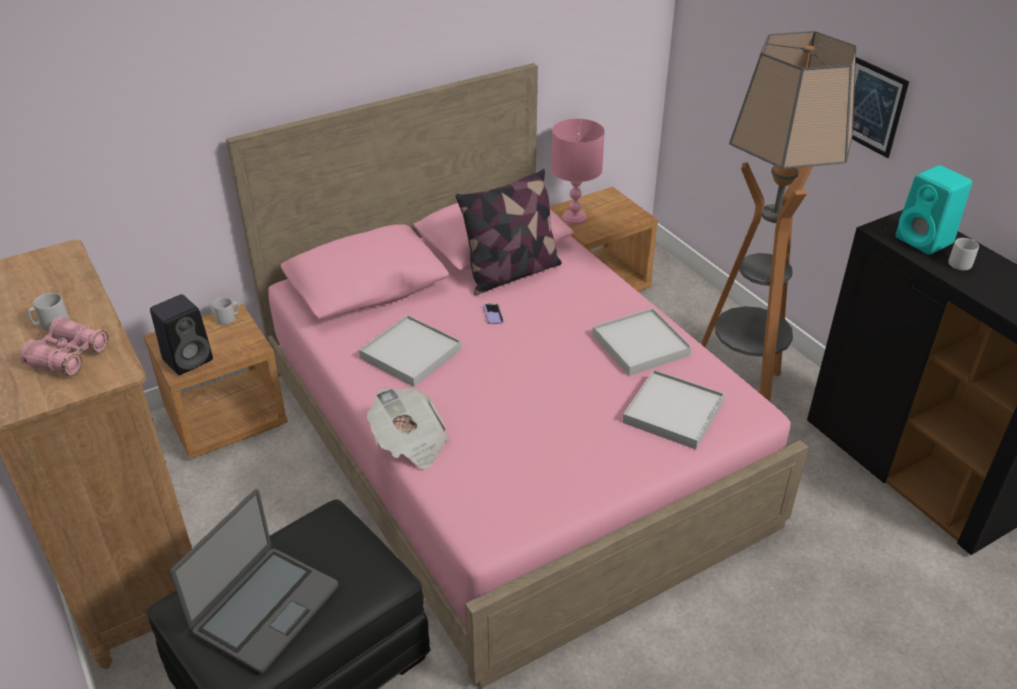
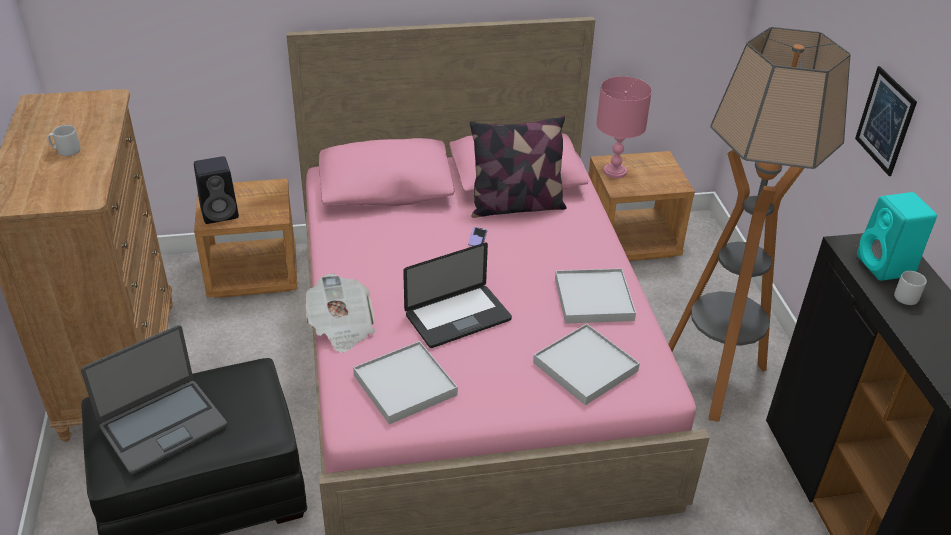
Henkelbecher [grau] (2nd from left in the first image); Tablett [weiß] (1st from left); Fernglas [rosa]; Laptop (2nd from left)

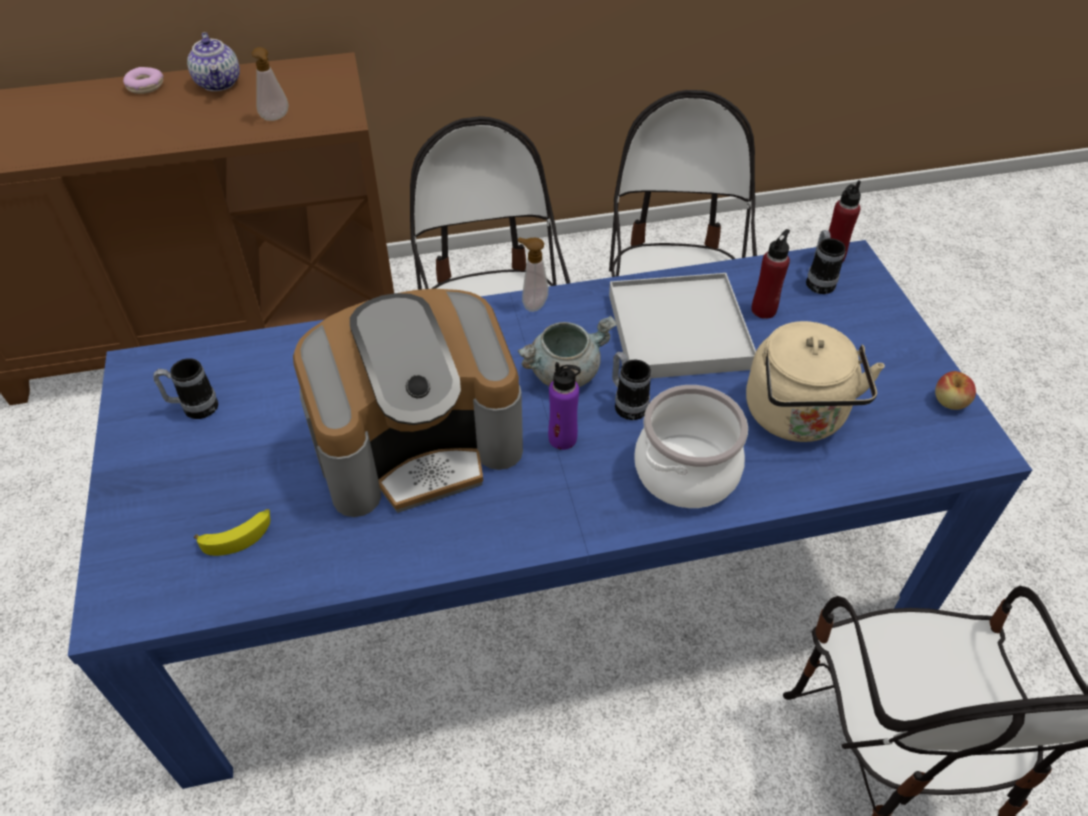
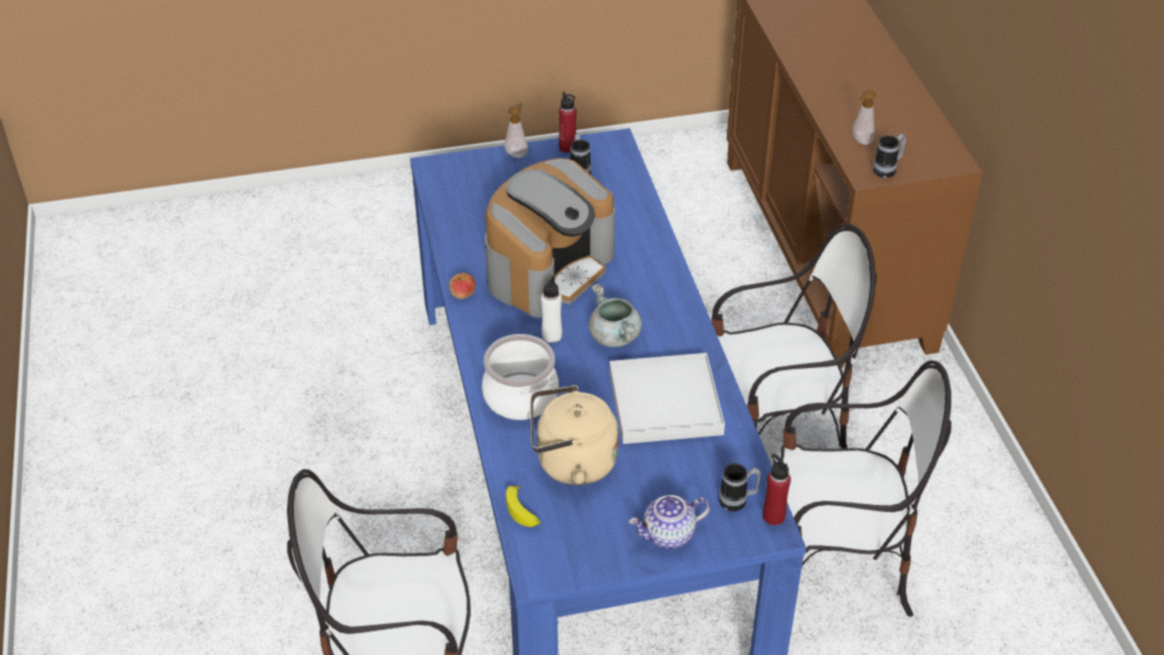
Teekanne; Donut; Flasche [rot] (1st from left); Seifenspender (1st from left); Kaffeemaschine; Henkelbecher (3rd from left); Flasche [weiß]; Apfel; Banane

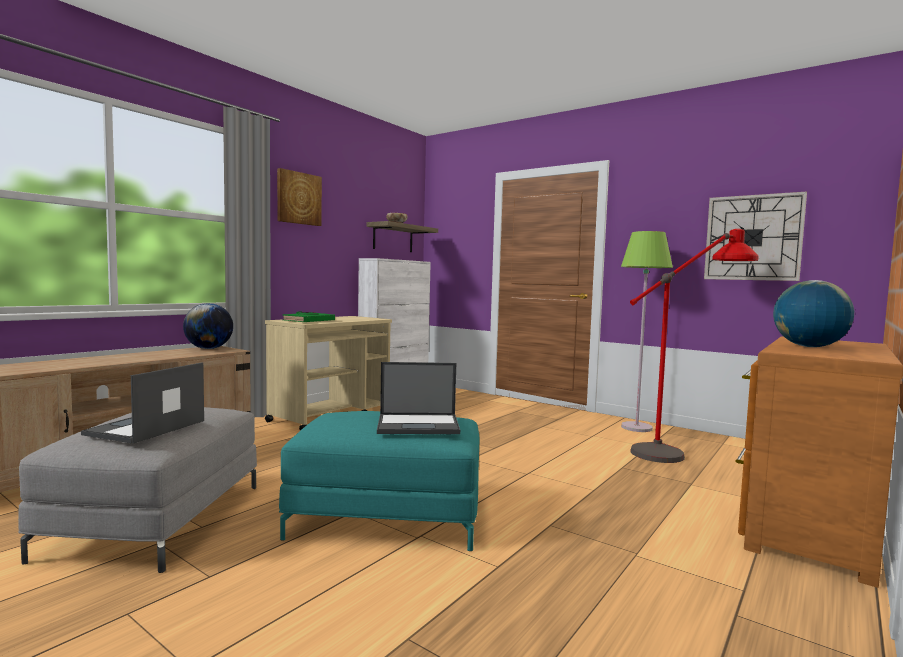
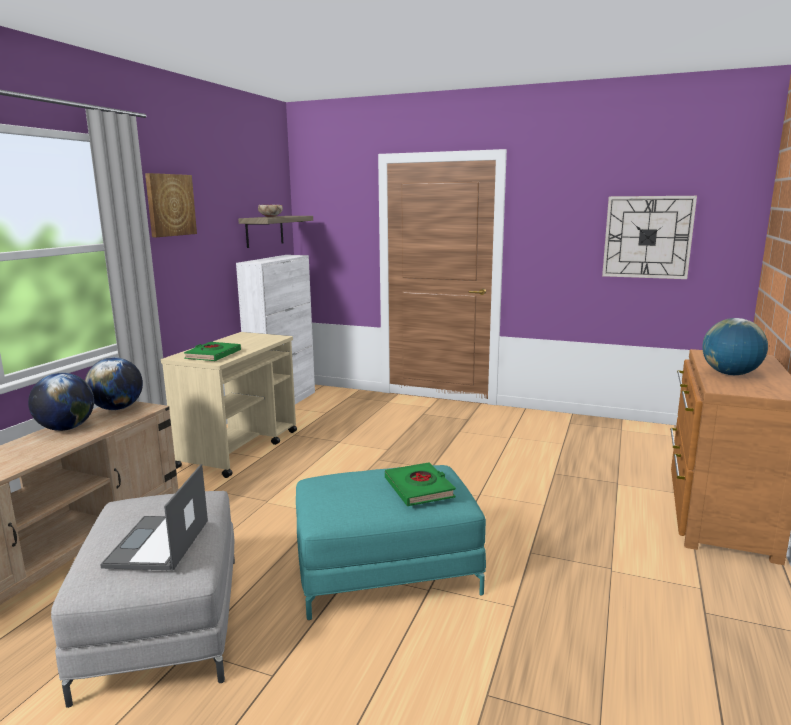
Stehlampe [rot]; Stehlampe [grün]; Buch [grün] (2nd from left); Globus (1st from left)

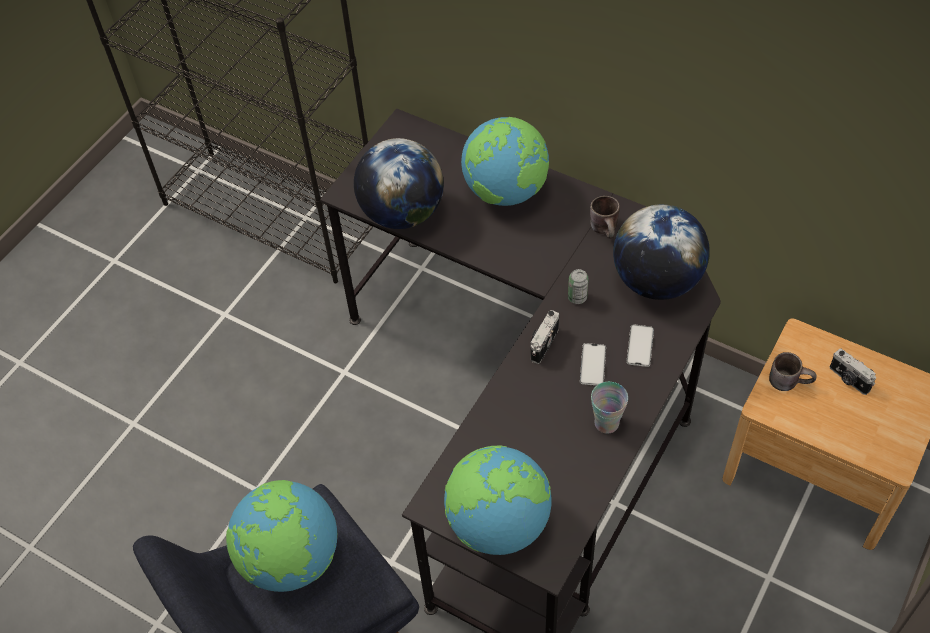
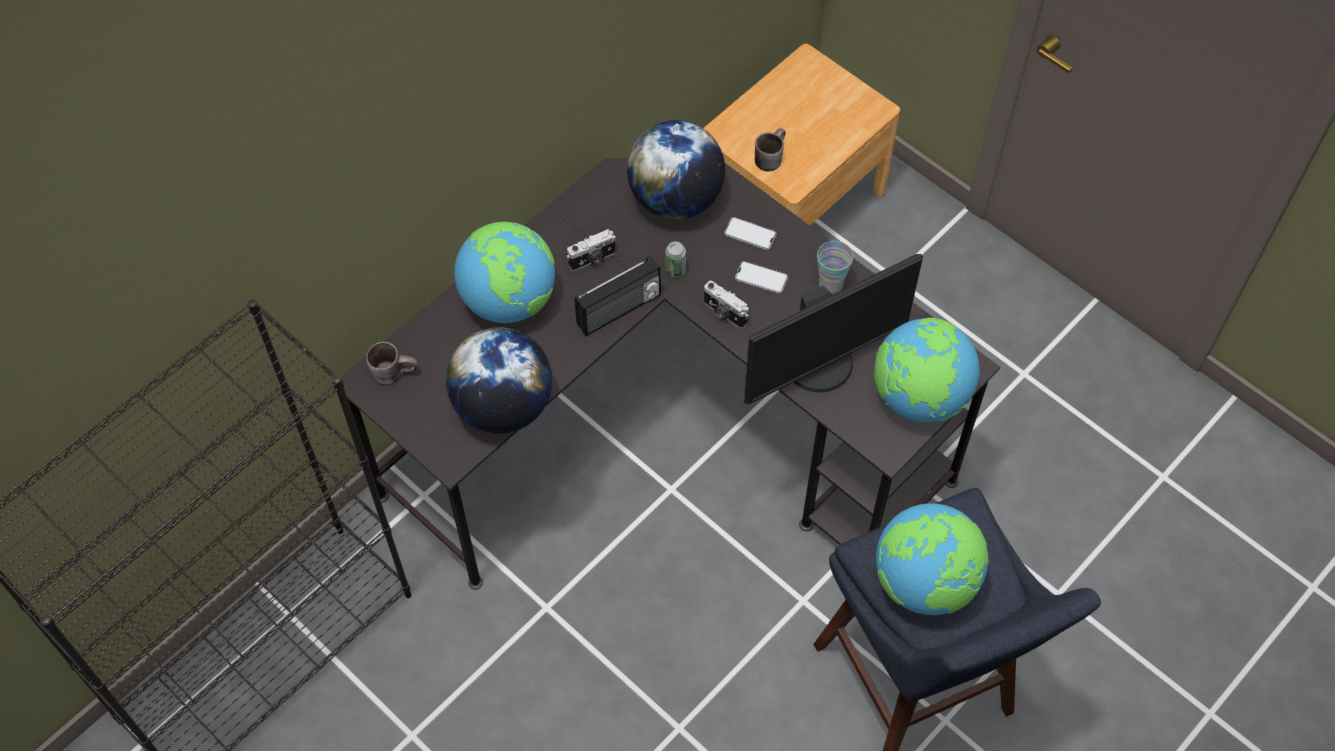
Henkelbecher [braun] (1st from left); Kamera (1st from left); Monitor; Radio

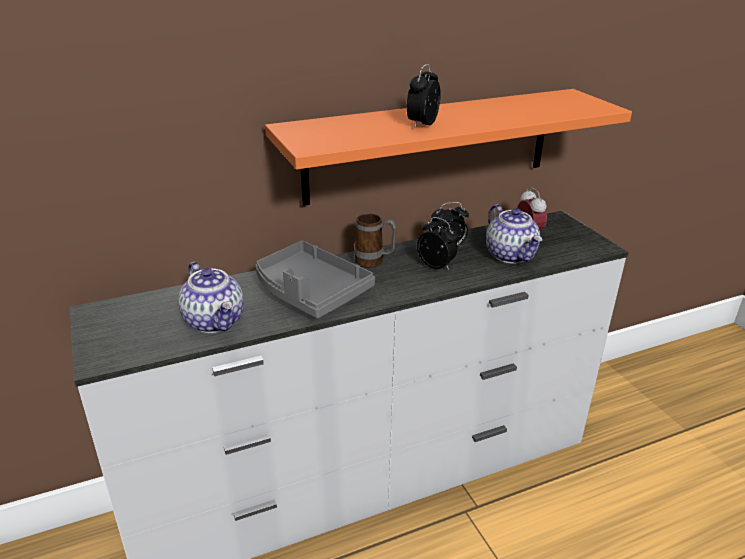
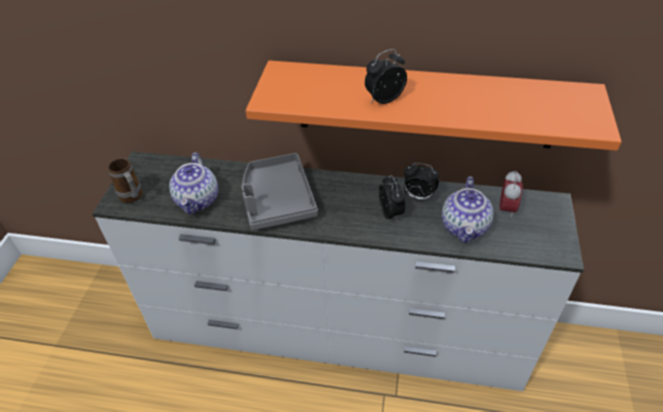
Henkelbecher

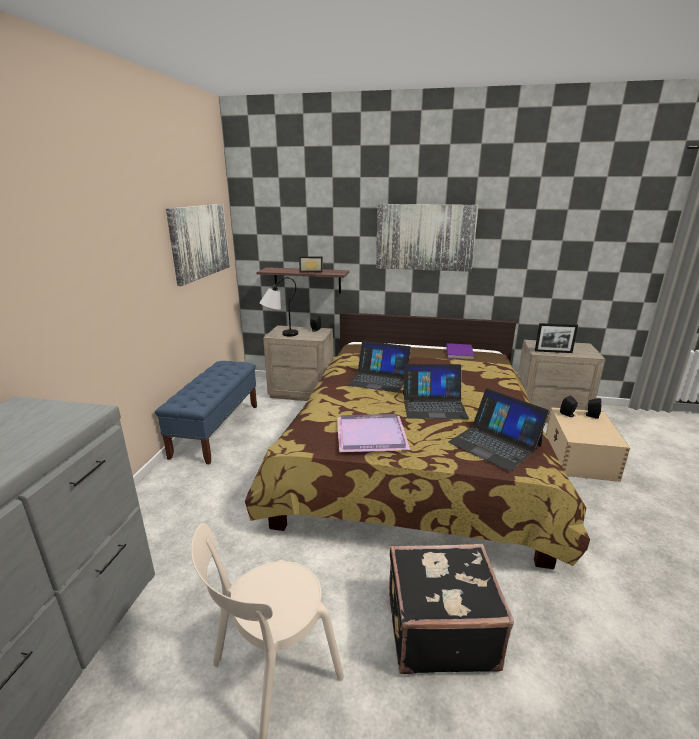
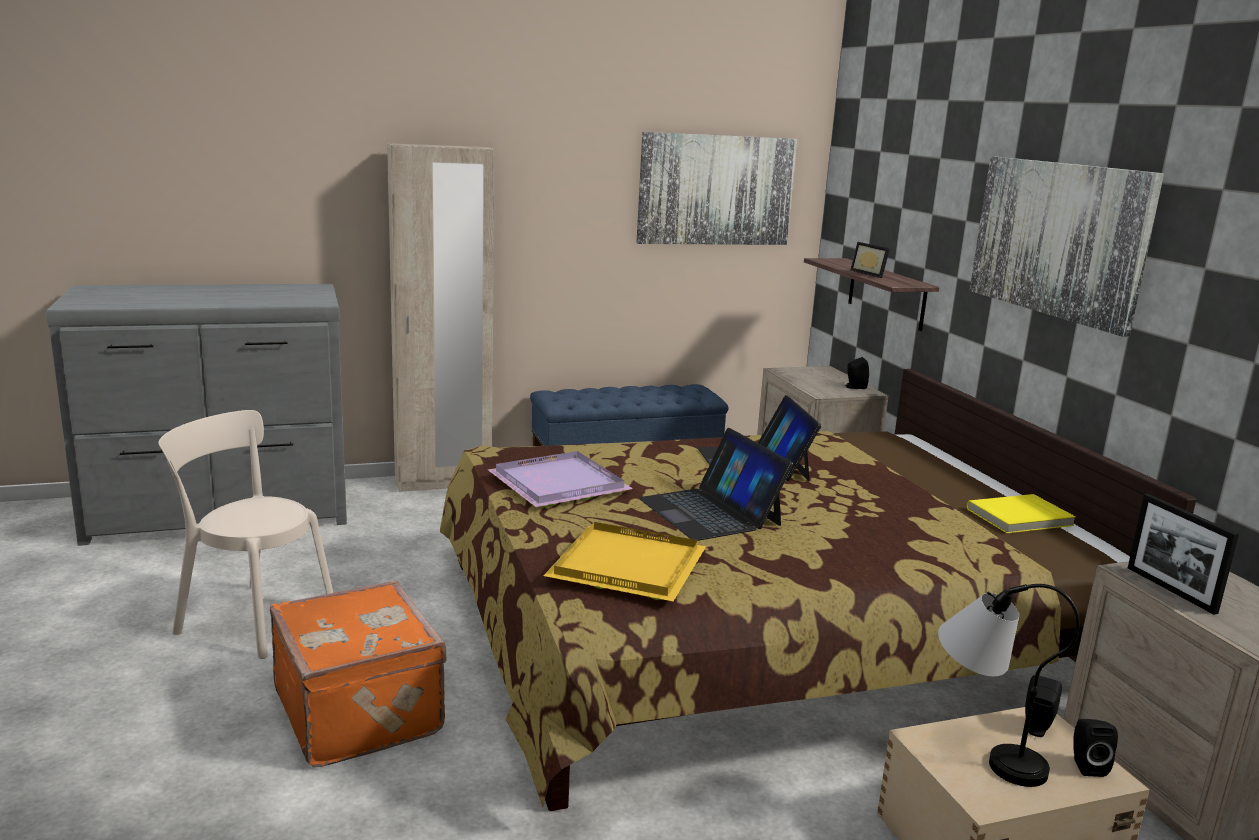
Tischlampe; Buch [gelb]; Tablett [gelb]; Koffer [orange]; Kleiderschrank [beige]

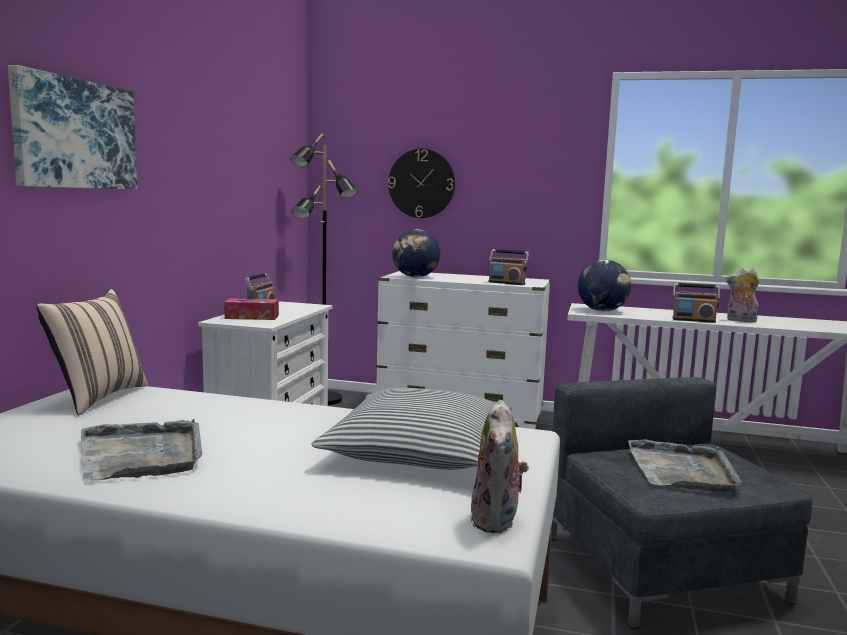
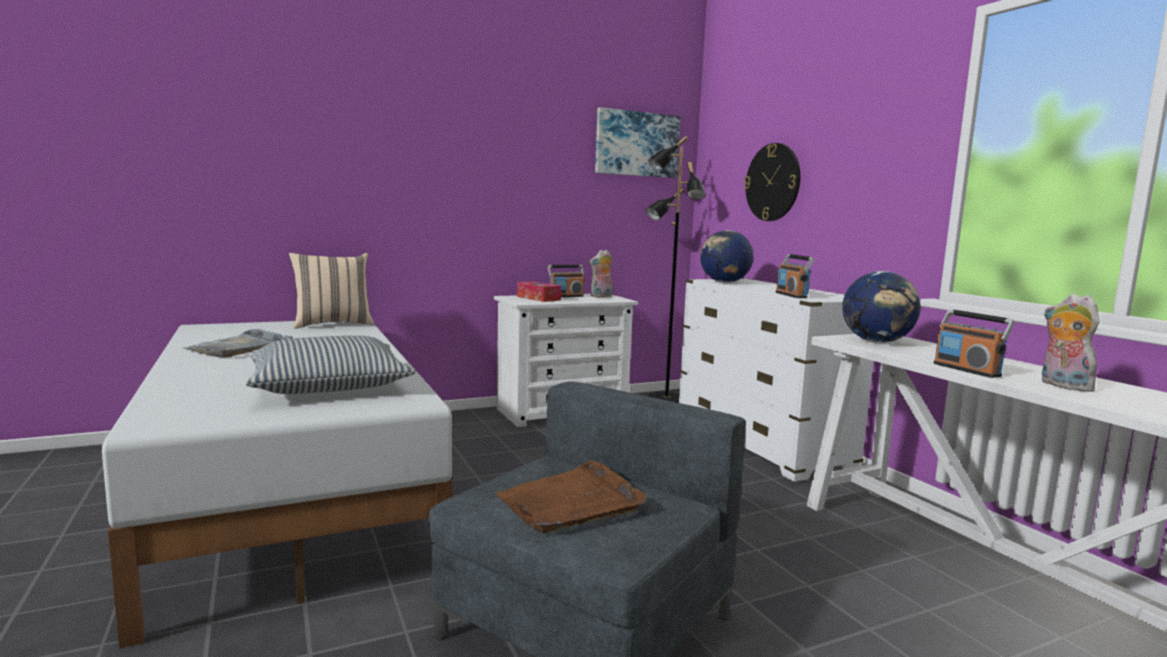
Bild; Plüschtier (1st from left); Tablett [braun]

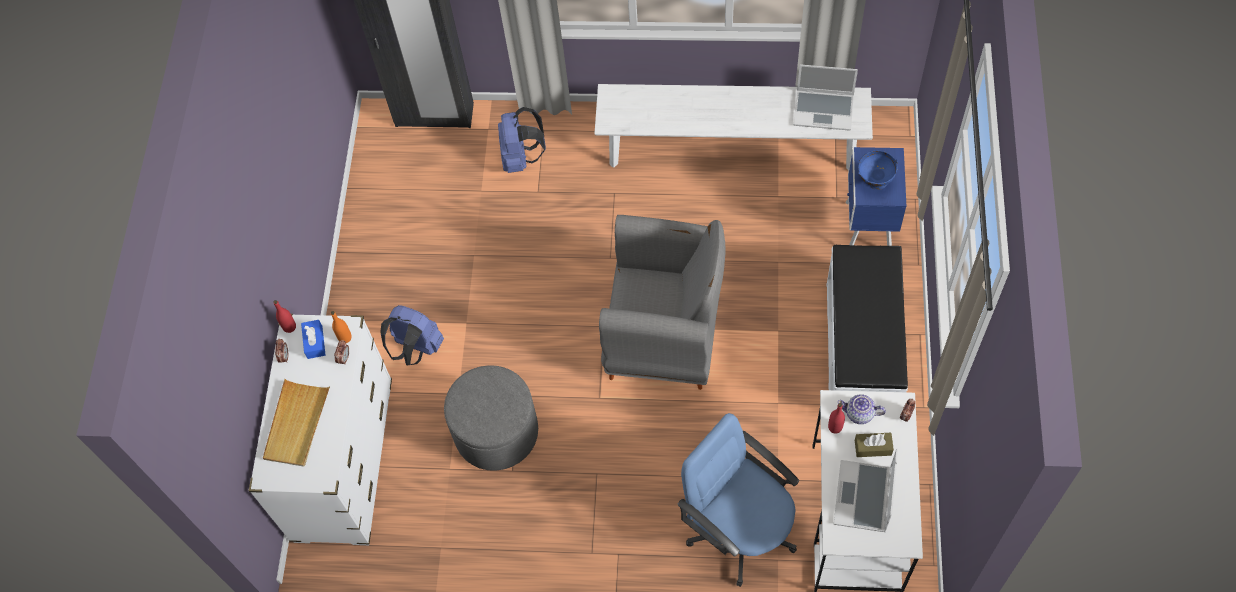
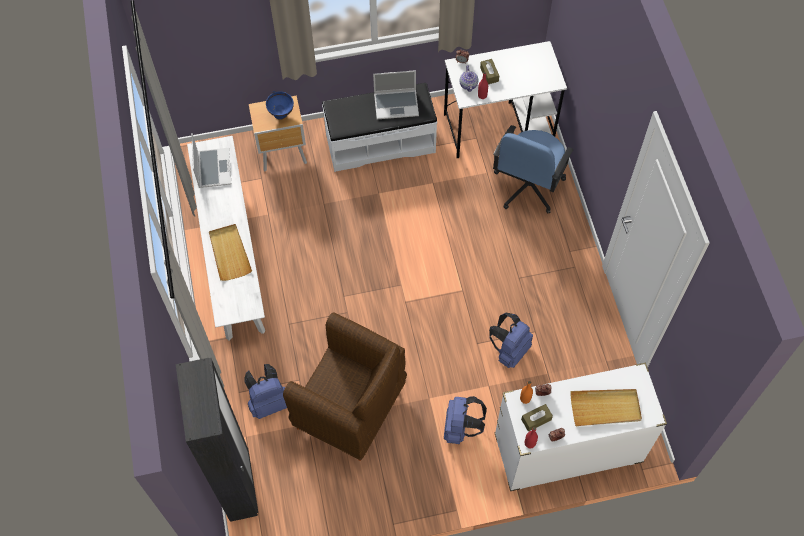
Nachttisch [braun]; Sessel [grau]; Taschentuchbox [braun] (2nd from left); Rucksack [blau] (3rd from left); Laptop (2nd from left); Tablett [beige] (1st from left); Sessel [braun]

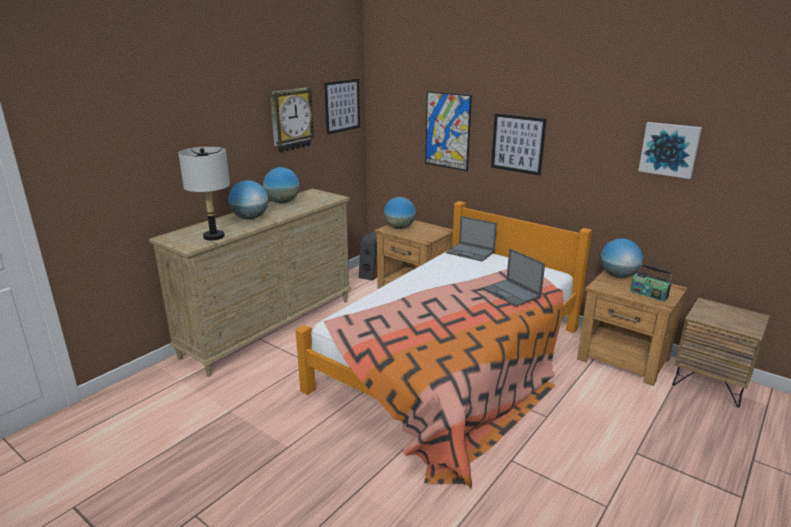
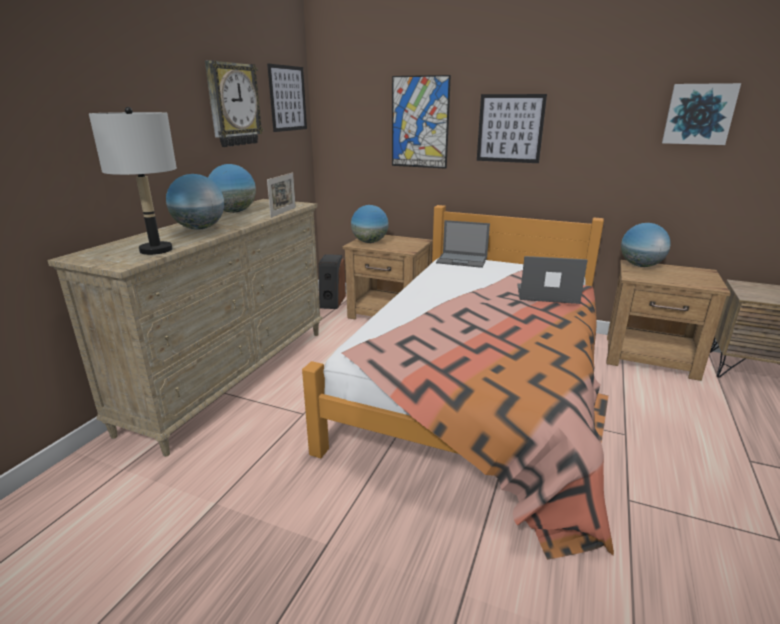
Laptop (2nd from left); Radio; Bilderrahmen

